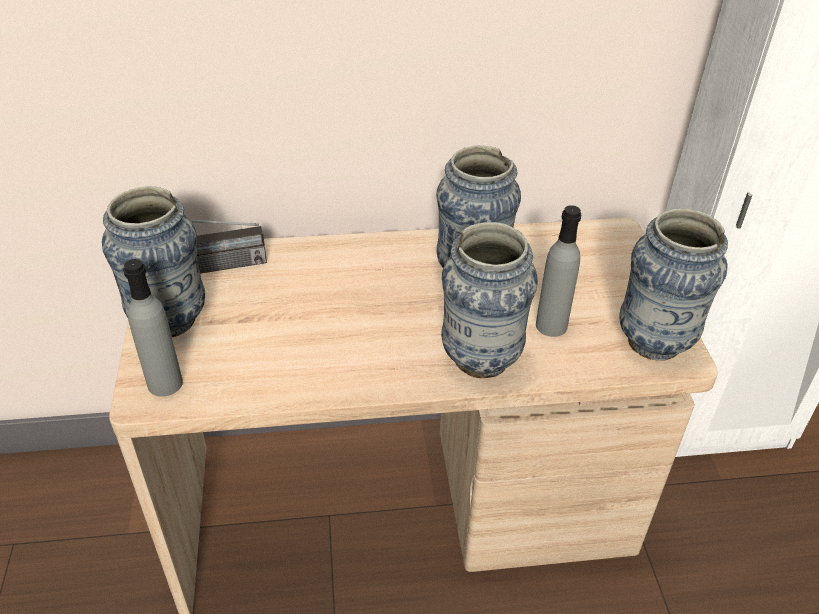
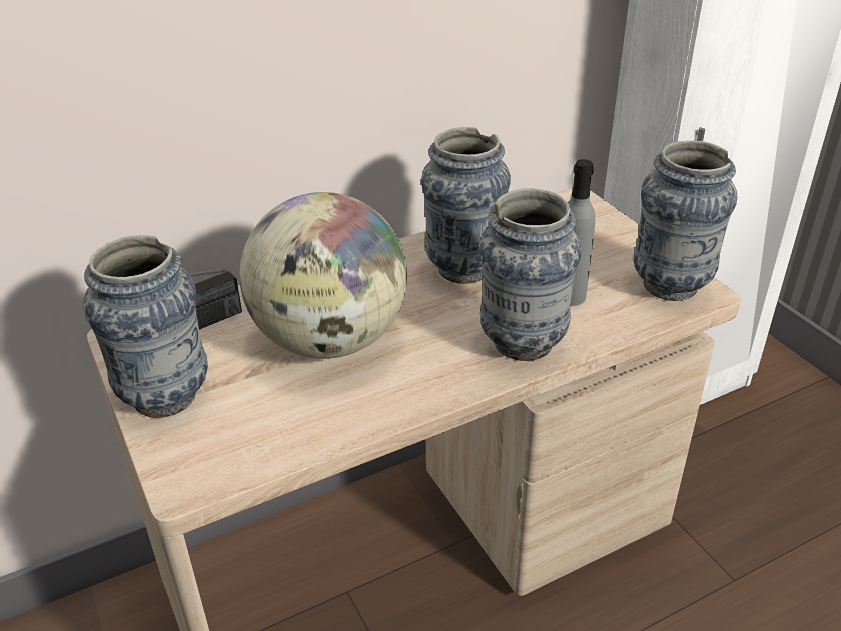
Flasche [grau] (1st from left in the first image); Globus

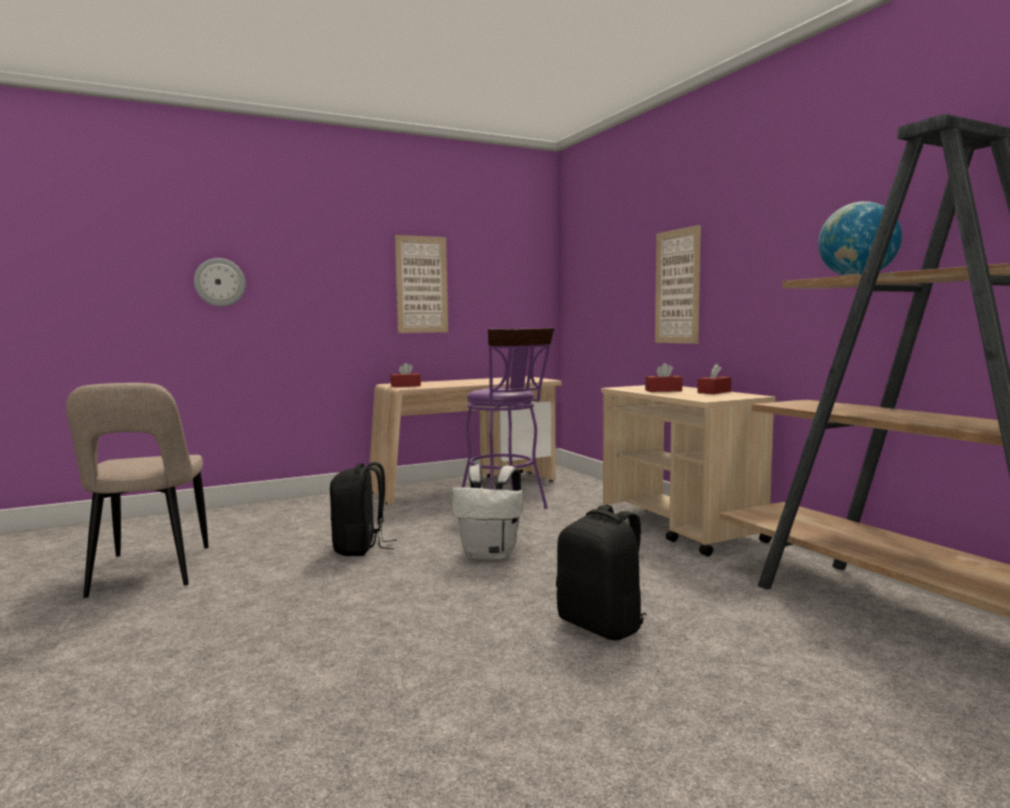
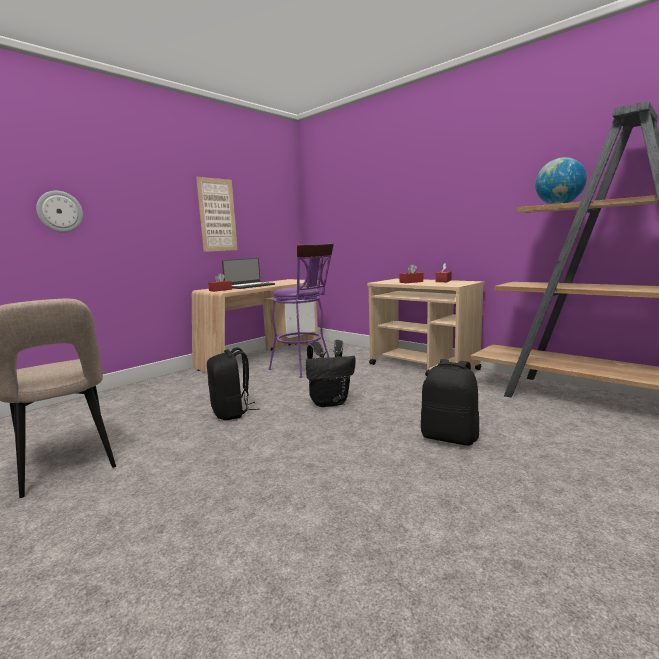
Bild (2nd from left in the first image); Rucksack [schwarz] (2nd from left); Laptop

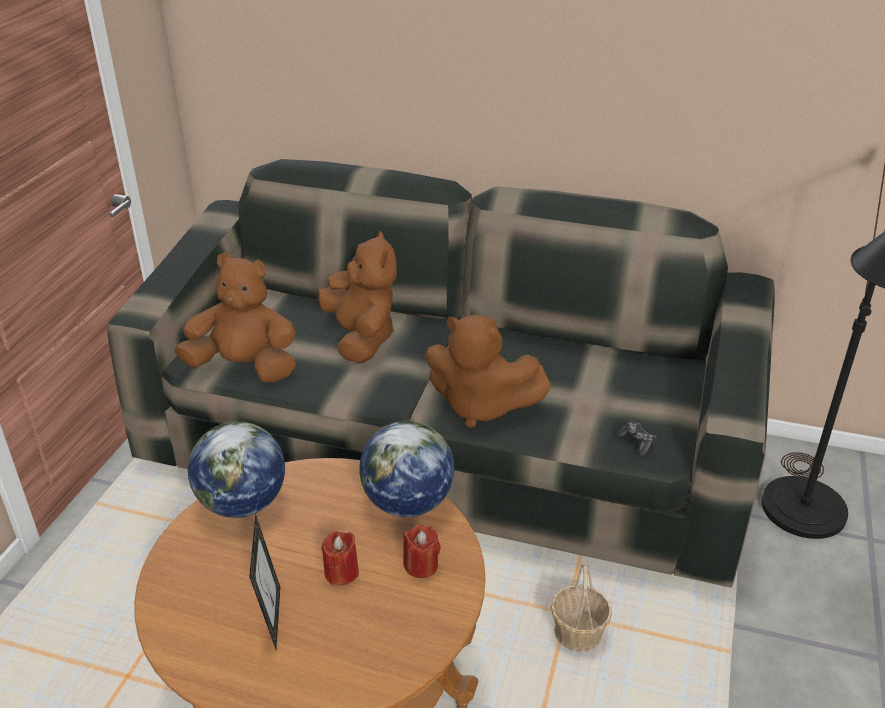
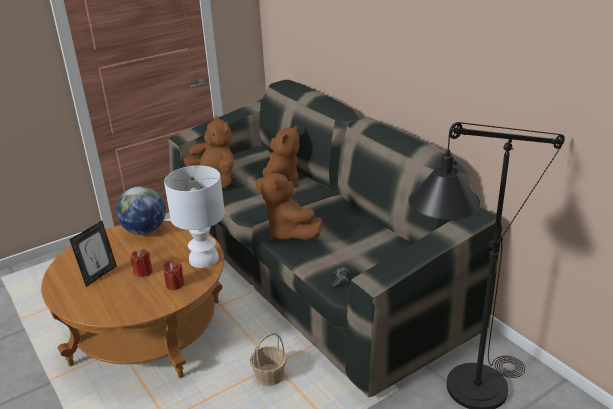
Tischlampe [weiß]

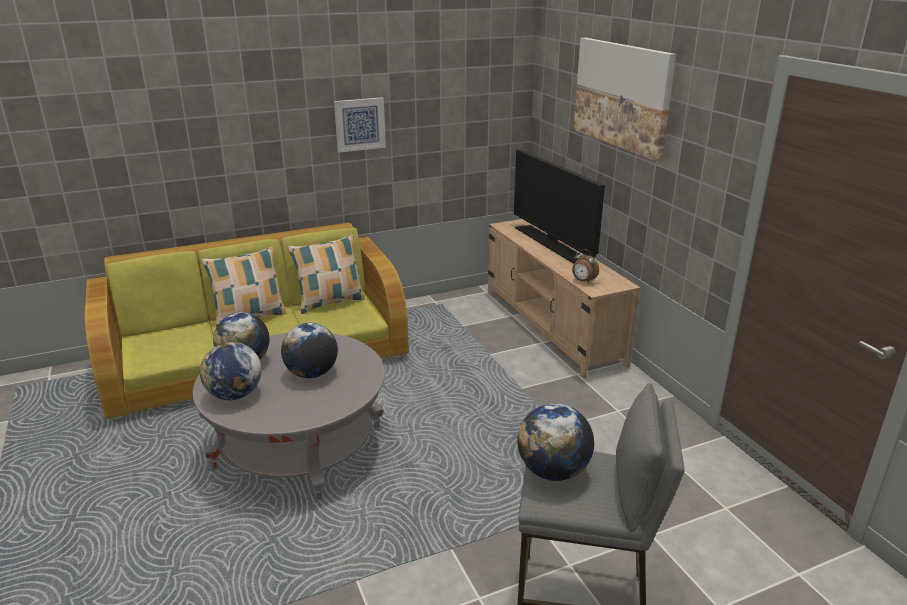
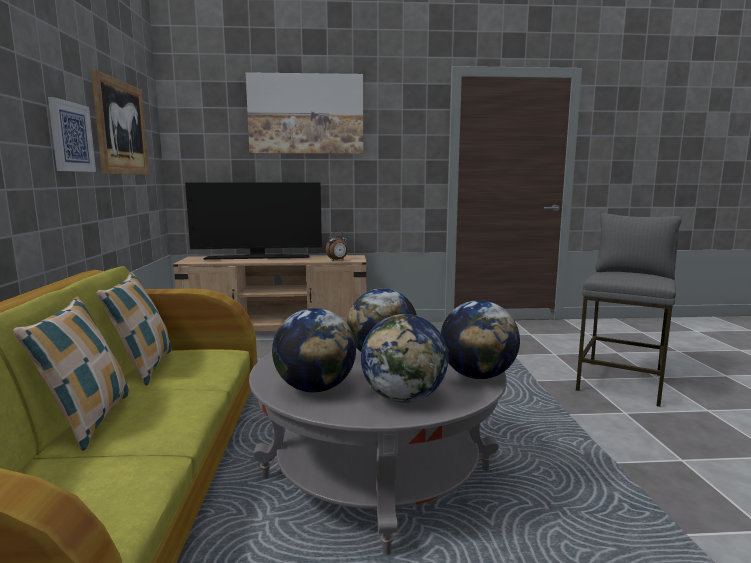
Globus (4th from left); Bild (2nd from left)

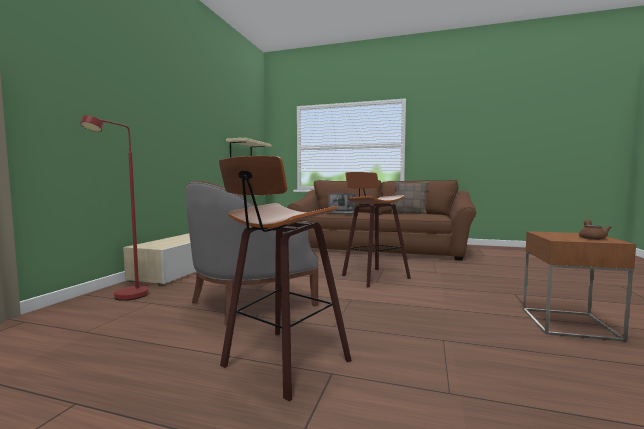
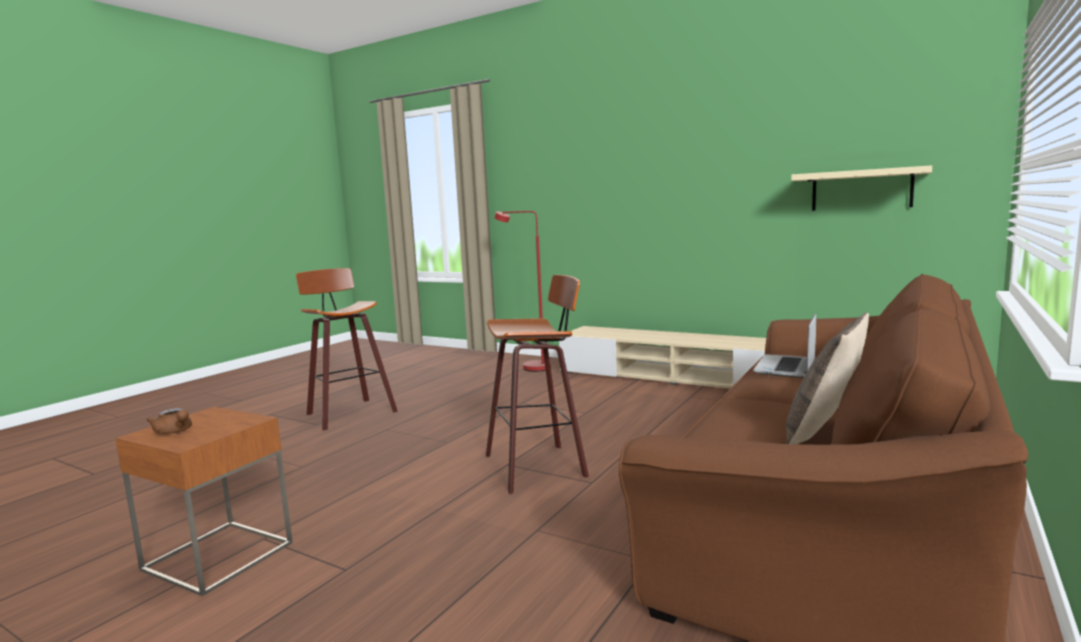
Sessel [grau]

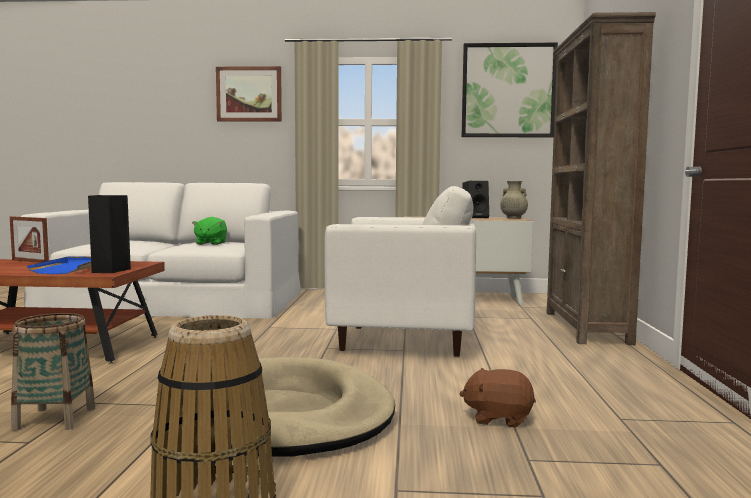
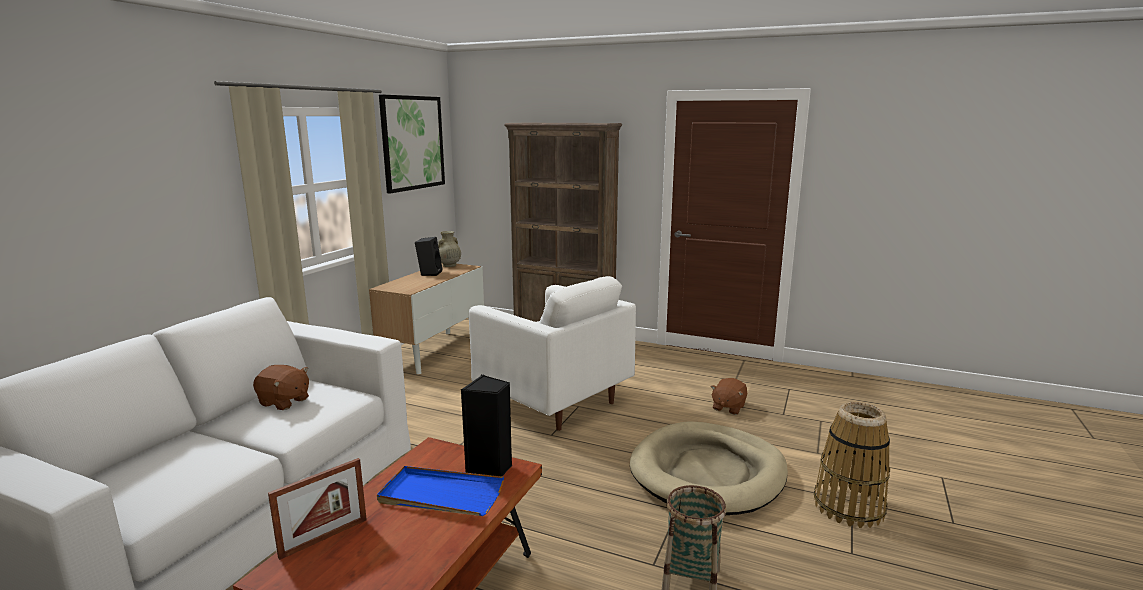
Bild (1st from left in the first image); Sessel [weiß]; Plüschtier [braun] (1st from left)

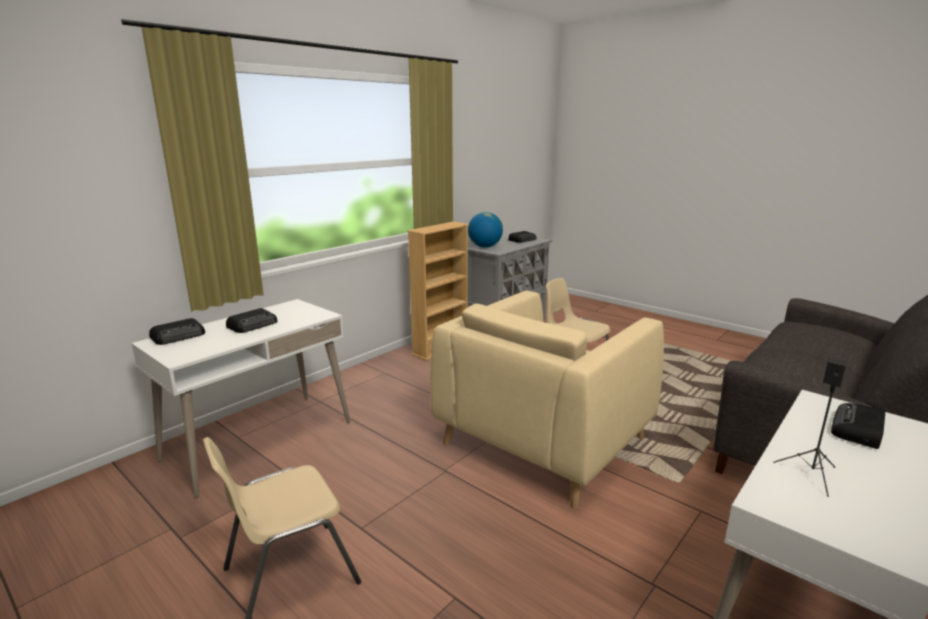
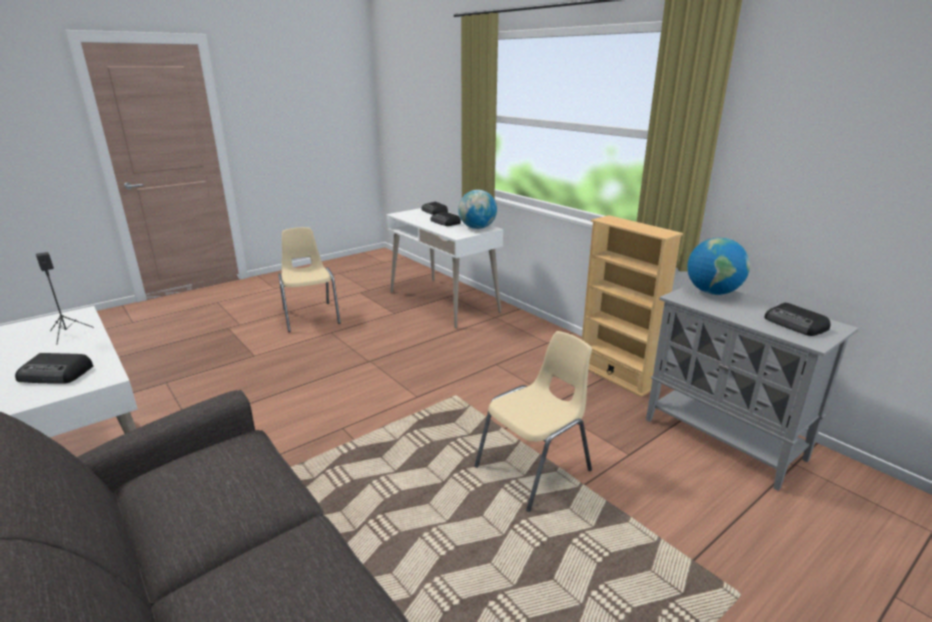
Sessel [beige]; Radio (1st from left); Globus (1st from left)

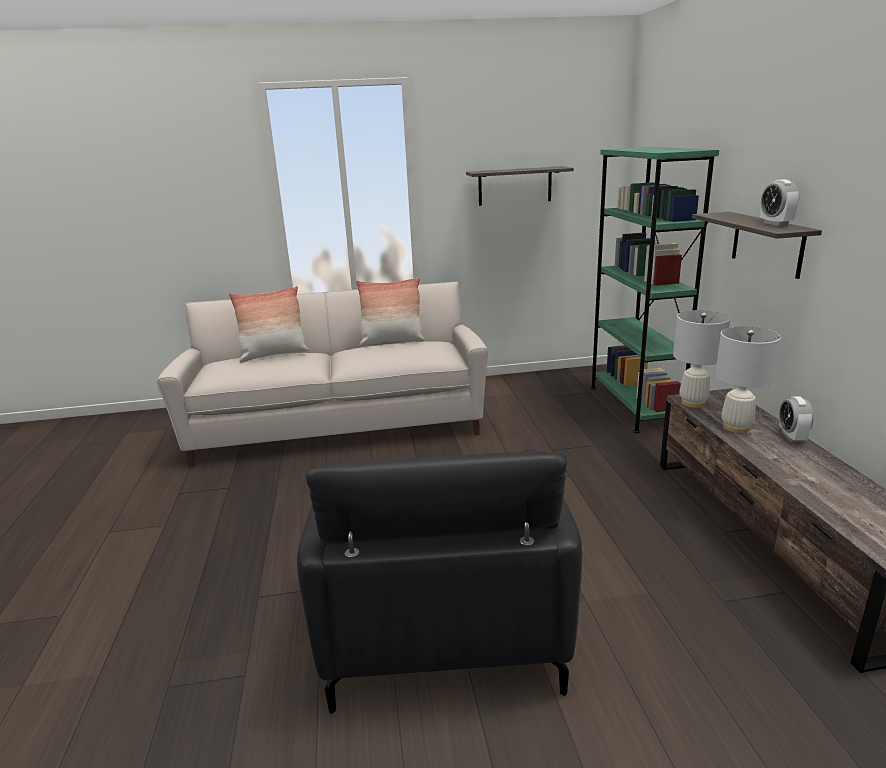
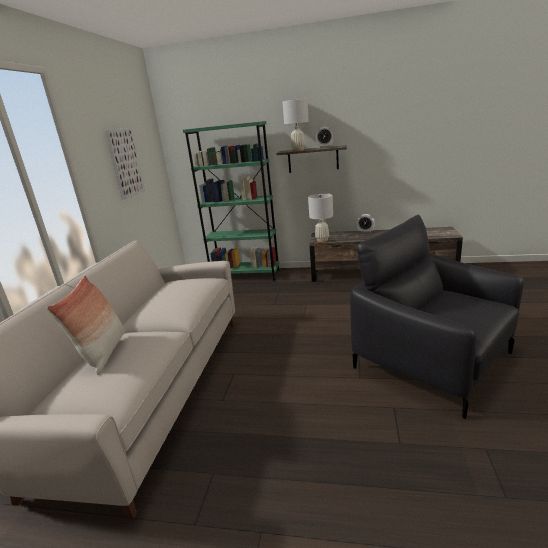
Bild; Kissen (2nd from left in the first image); Tischlampe [weiß] (1st from left); Sessel [schwarz]

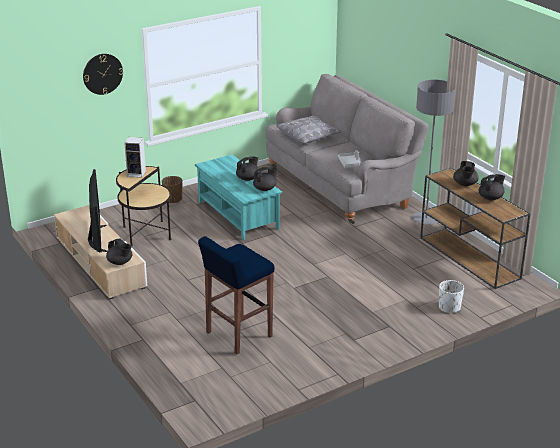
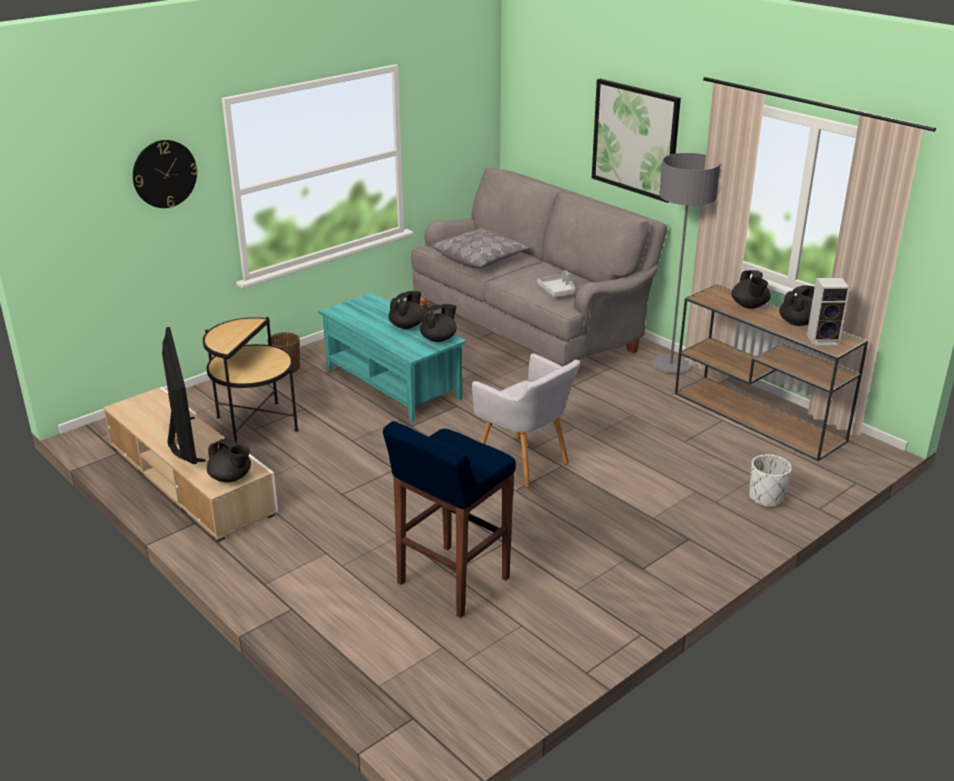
Lautsprecher; Bild; Sessel [grau]

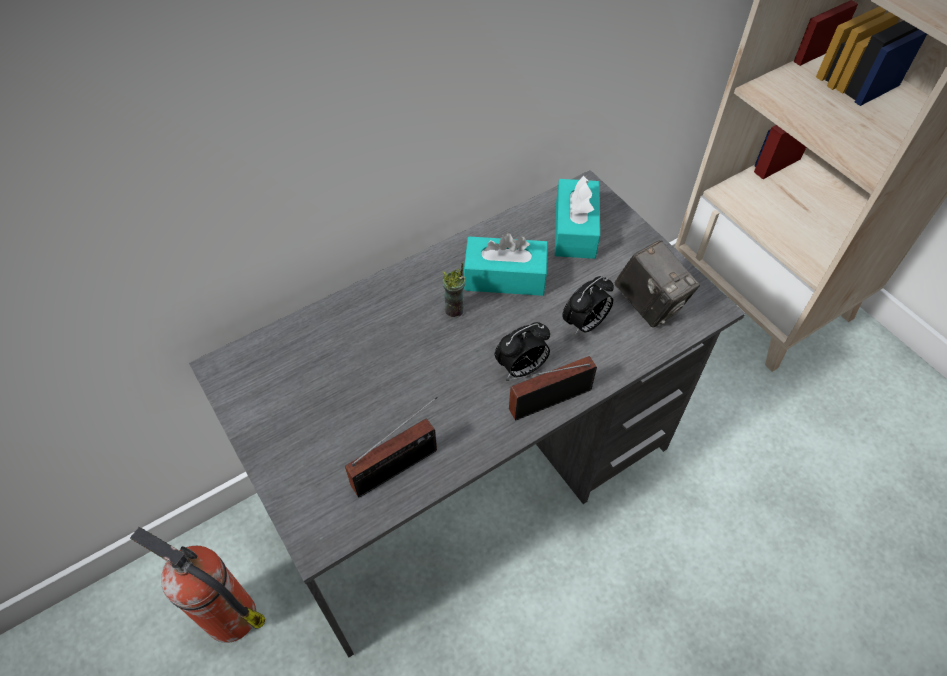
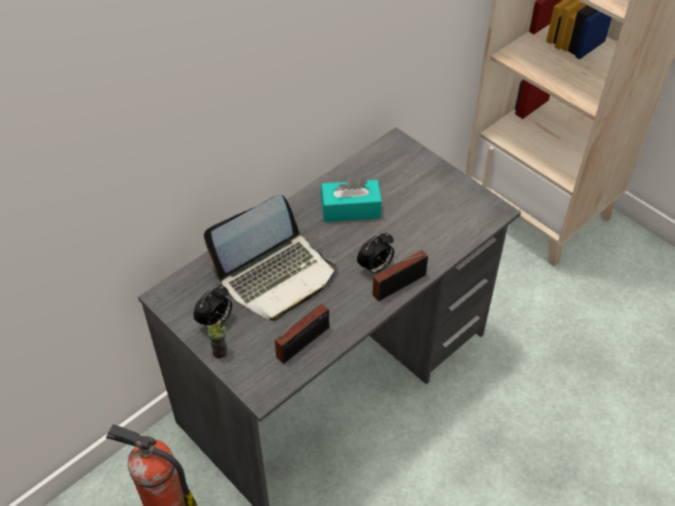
Taschentuchbox [türkis] (2nd from left in the first image); Kamera; Tasse; Wecker (1st from left); Laptop

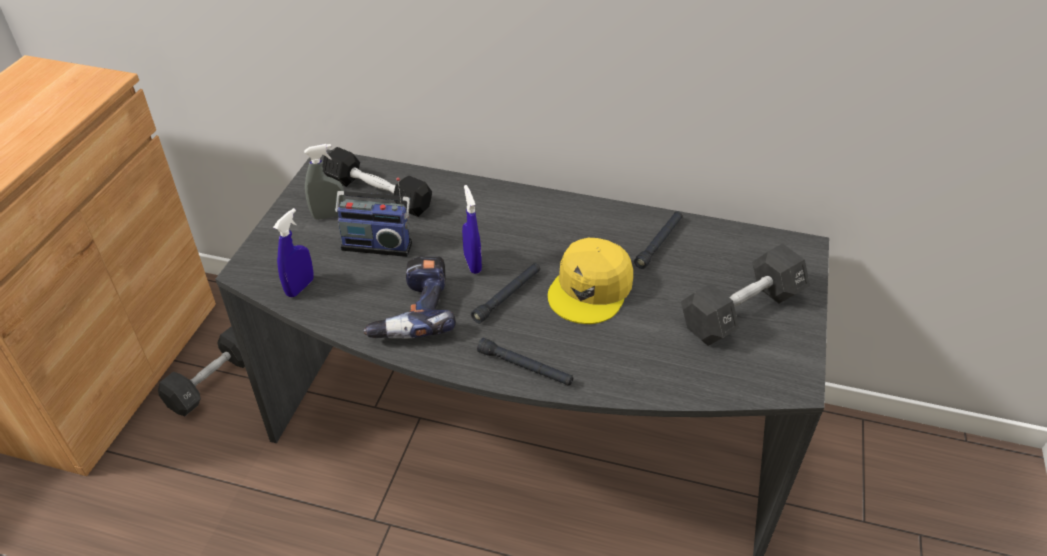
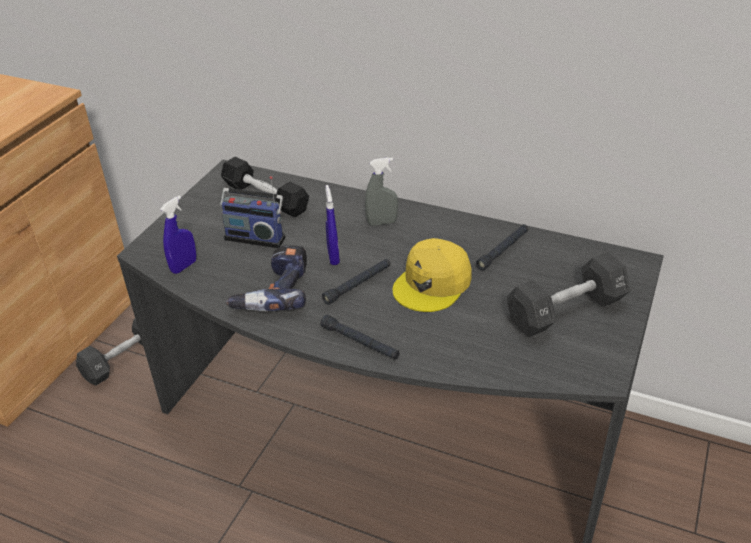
Sprühflasche [grau]

